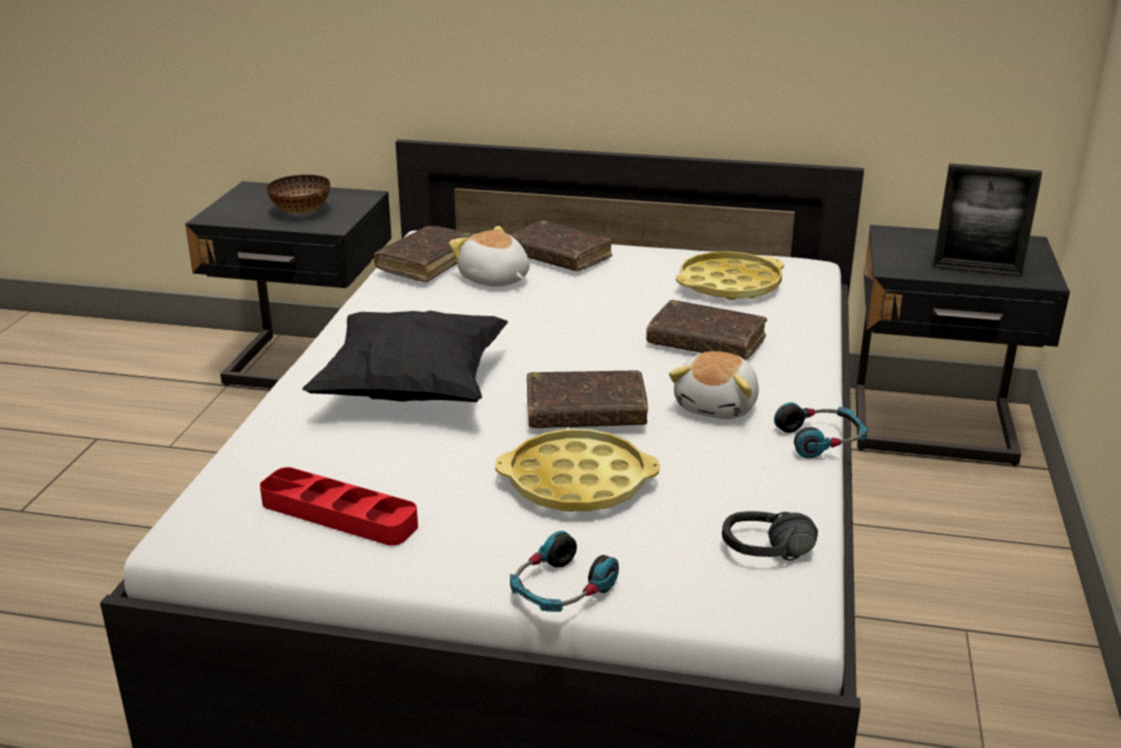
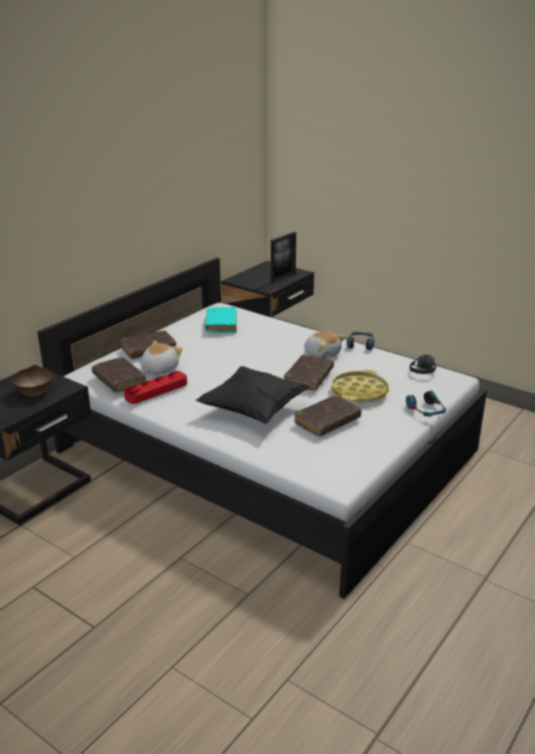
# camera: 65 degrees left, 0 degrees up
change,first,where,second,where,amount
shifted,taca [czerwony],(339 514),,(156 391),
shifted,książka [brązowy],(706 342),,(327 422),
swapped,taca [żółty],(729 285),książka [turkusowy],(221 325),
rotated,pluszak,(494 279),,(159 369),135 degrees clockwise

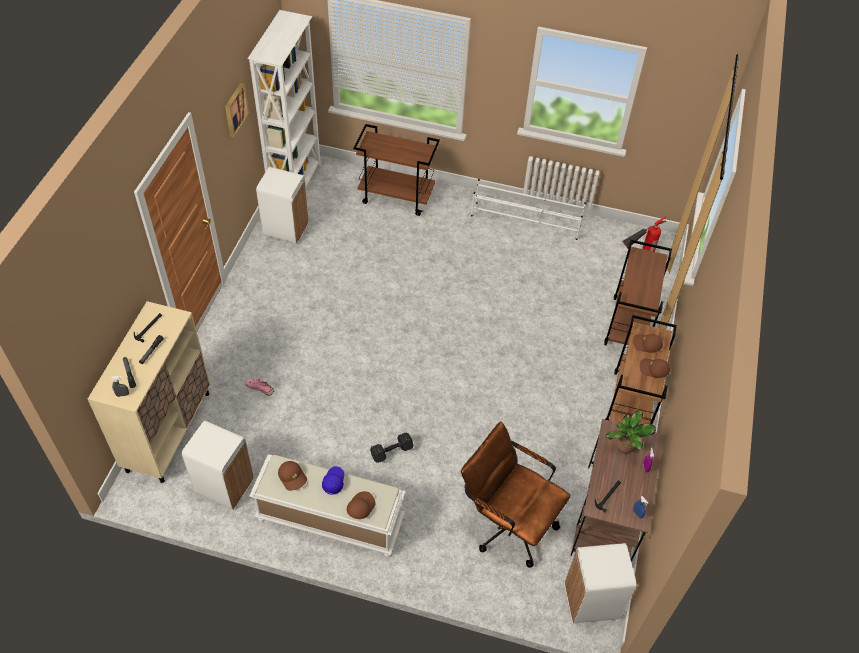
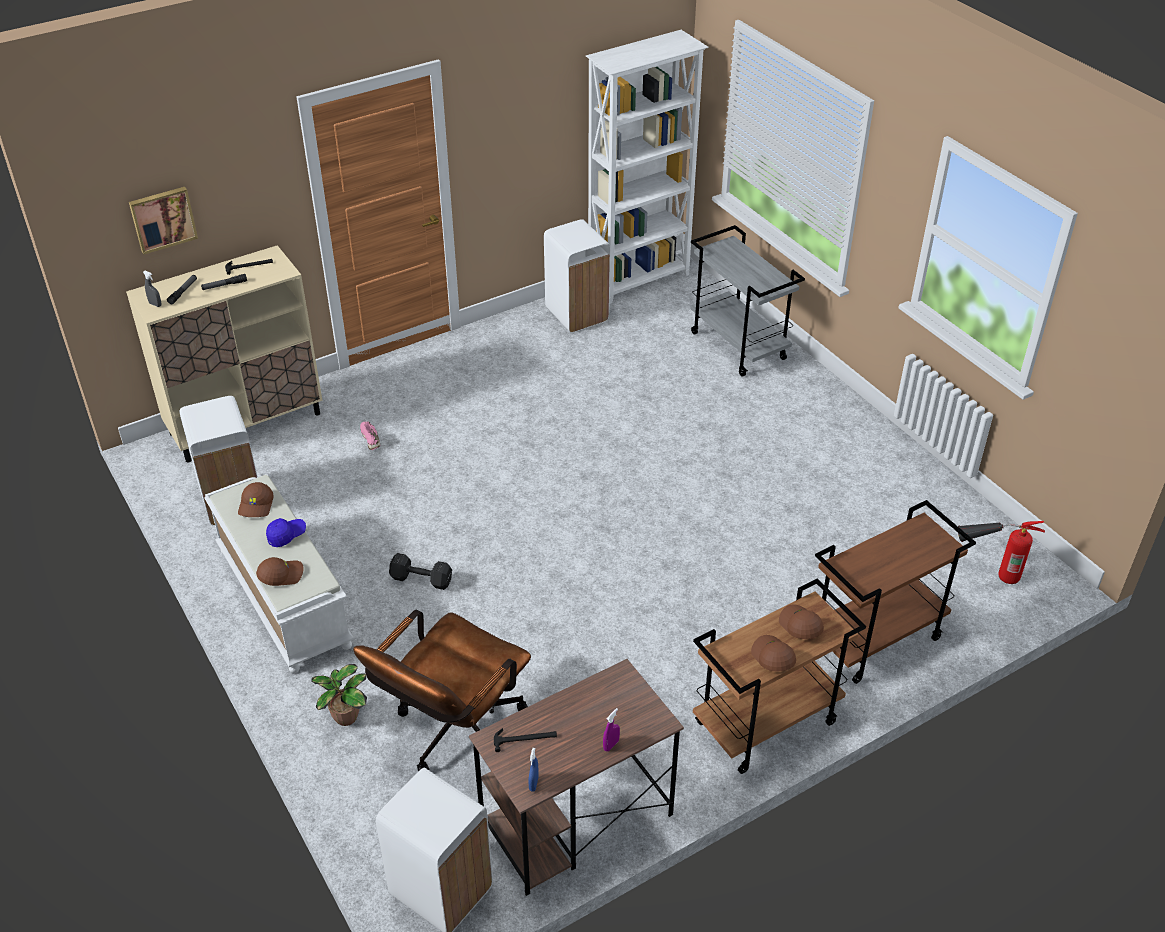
# camera: 45 degrees right, 10 degrees down
change,first,where,second,where,amount
gone,regał na buty [biały],(526 221),,,
shifted,obraz,(235 109),,(162 219),
shifted,roślina doniczkowa,(624 448),,(344 717),
repainted,wózek [brązowy],(397 197),wózek [szary],(739 346),
rotated,krzesło biurowe [brązowy],(507 522),,(453 736),135 degrees counterclockwise

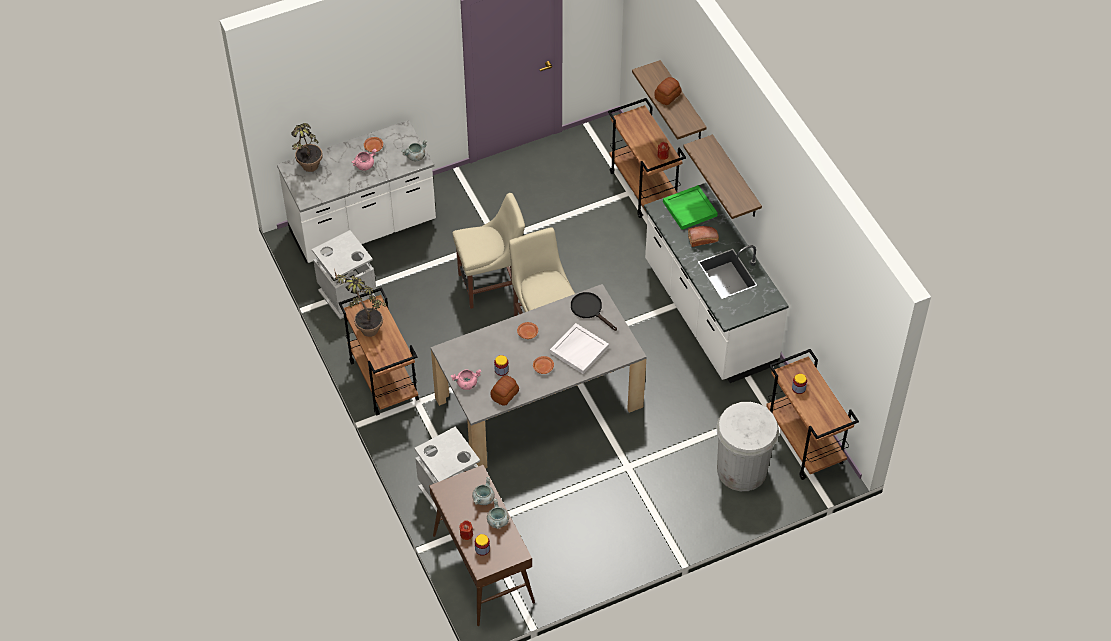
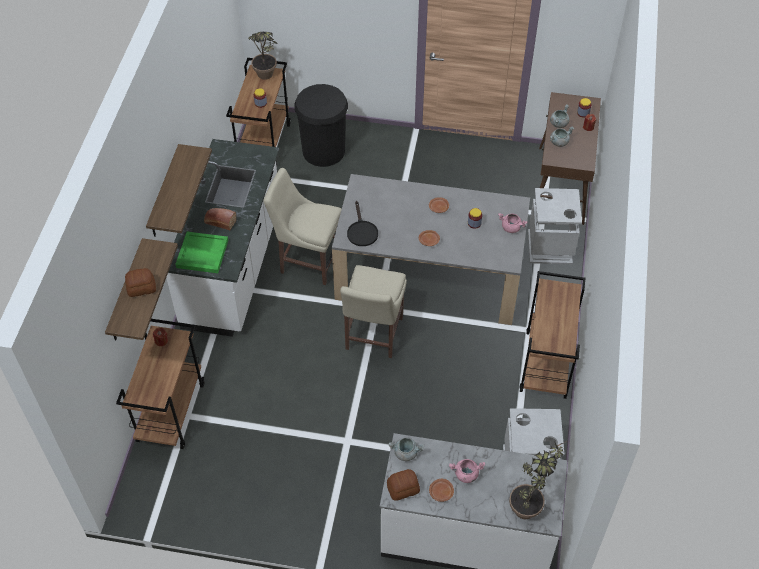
# camera: 145 degrees left, 0 degrees up
change,first,where,second,where,amount
gone,taca [biały],(579 349),,,
shifted,roślina doniczkowa,(364 326),,(266 78),
shifted,krzesło [beżowy],(491 285),,(307 261),
shifted,chleb,(505 394),,(402 488),
repainted,kosz na śmieci [biały],(742 470),kosz na śmieci [czarny],(323 151),

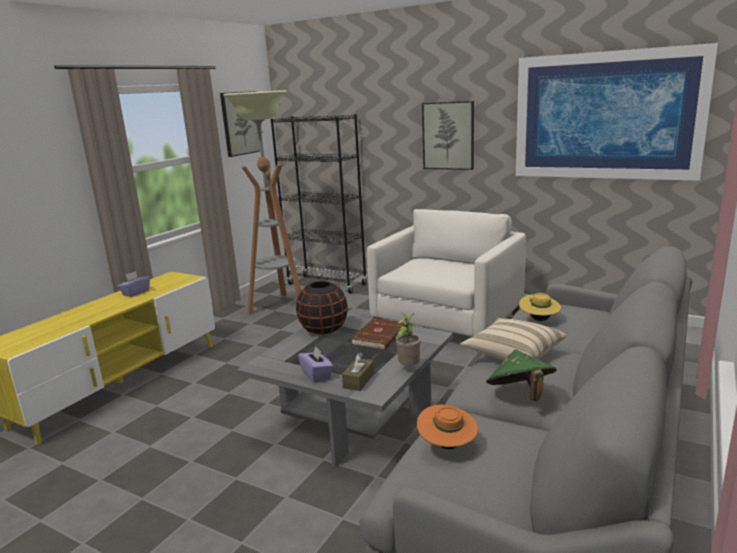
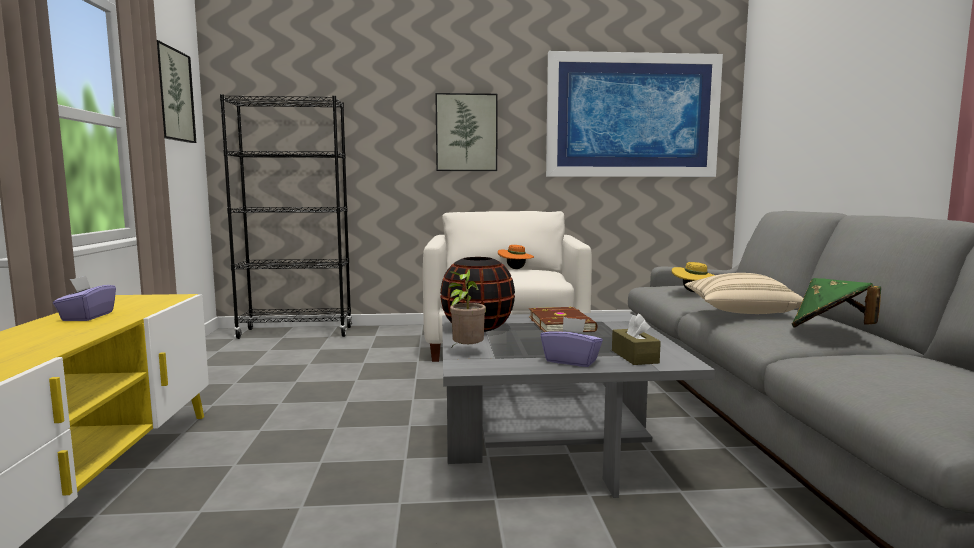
# camera: 35 degrees left, 10 degrees down
change,first,where,second,where,amount
gone,lampa stojąca,(279 306),,,
shifted,roślina doniczkowa,(409 368),,(466 352),
shifted,kapelusz [pomarańczowy],(447 446),,(515 269),

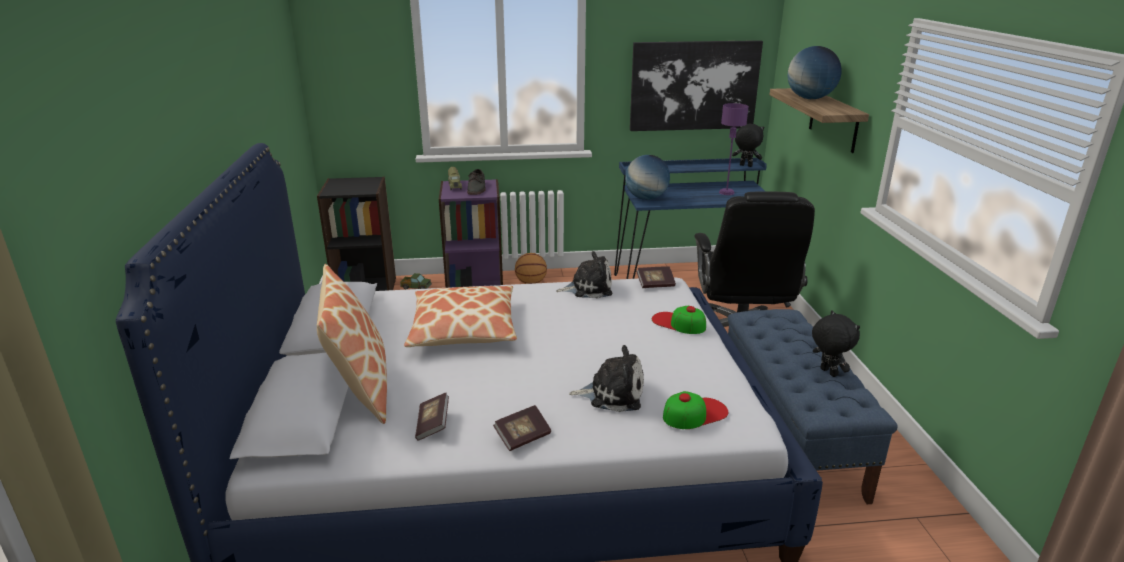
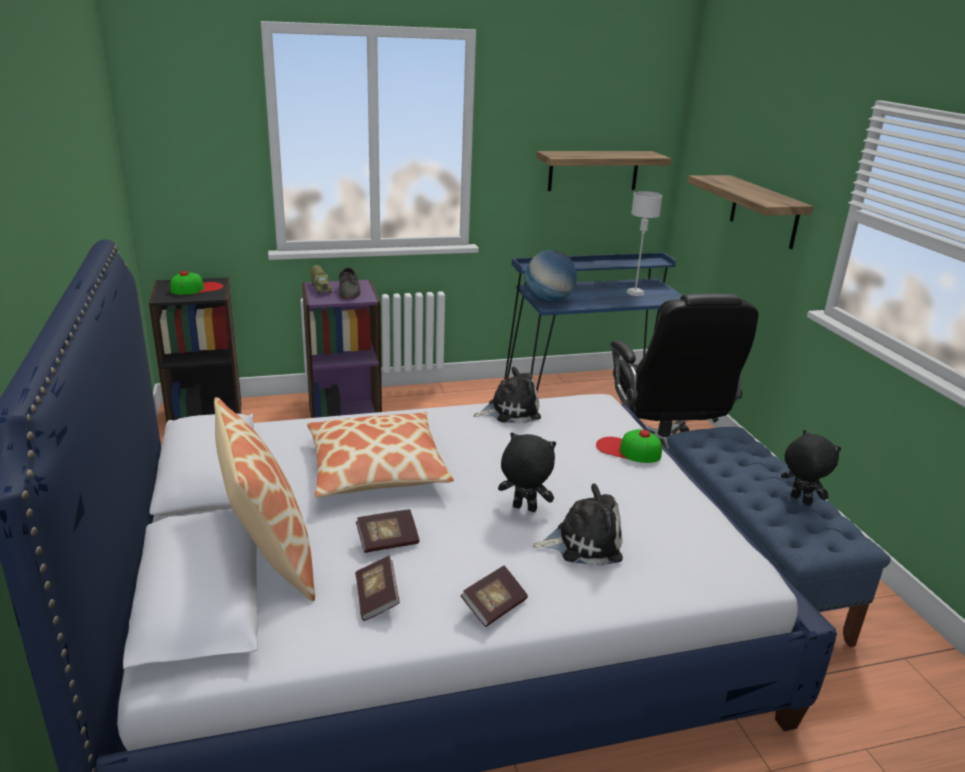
# camera: 10 degrees left, 0 degrees up
change,first,where,second,where,amount
gone,ciężarówka zabawkowa,(416 287),,,
gone,piłka do koszykówki,(531 283),,,
gone,globus,(810 98),,,
shifted,książka,(655 284),,(387 541),
shifted,czapka z daszkiem,(695 413),,(197 288),
shifted,pluszak [czarny],(745 166),,(523 509),
swapped,obraz,(694 85),półka,(593 170),
repainted,lampa stołowa [fioletowy],(727 192),lampa stołowa [szary],(635 293),

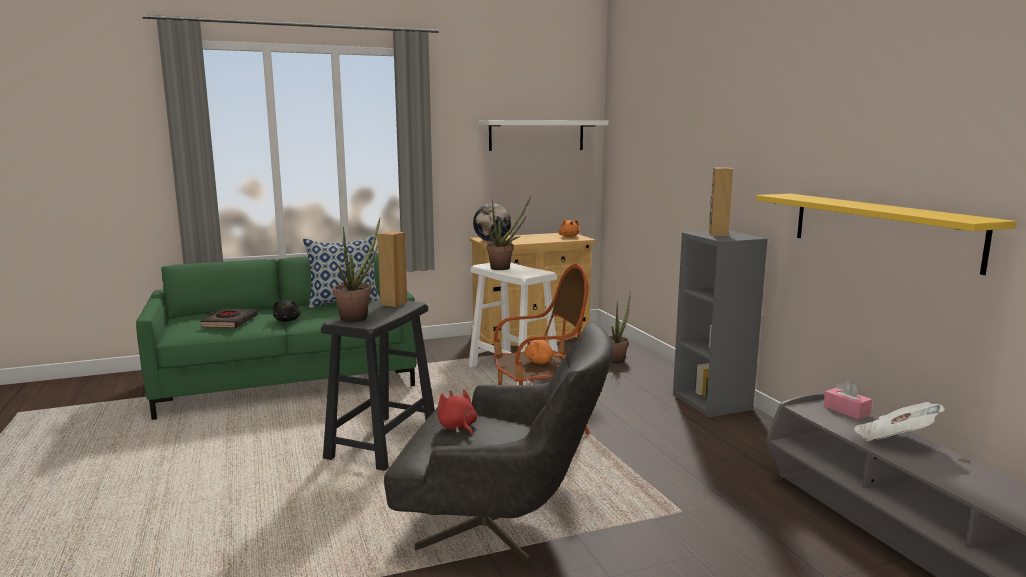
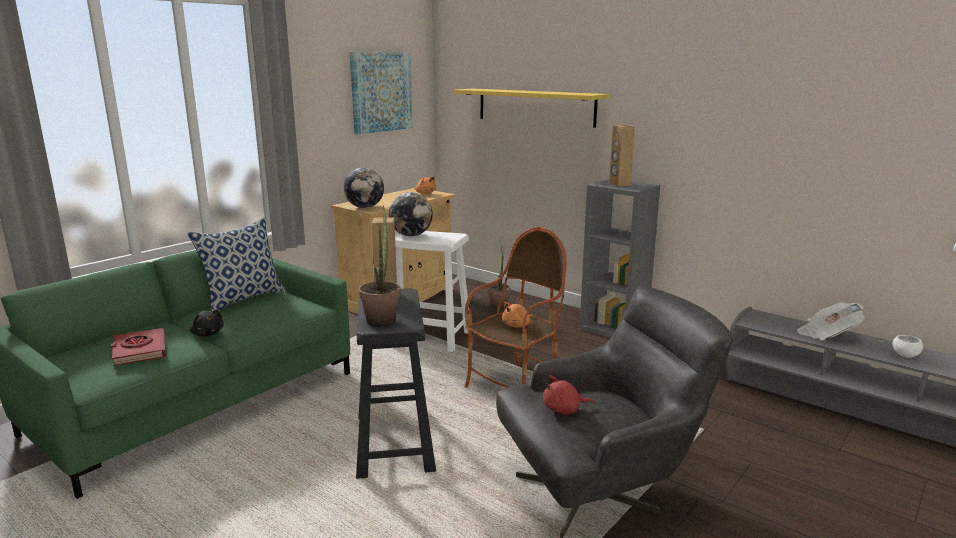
# camera: 30 degrees left, 5 degrees up
change,first,where,second,where,amount
gone,pudełko chusteczek [różowy],(846 410),,,
new,,,miska [biały],(905 355),
shifted,półka [żółty],(881 229),,(535 107),
swapped,półka [biały],(536 135),obraz,(381 92),
swapped,roślina doniczkowa,(504 268),globus,(411 235),
repainted,książka [czarny],(229 322),książka [czerwony],(139 351),
rotated,pluszak [czerwony],(457 427),,(564 410),45 degrees counterclockwise

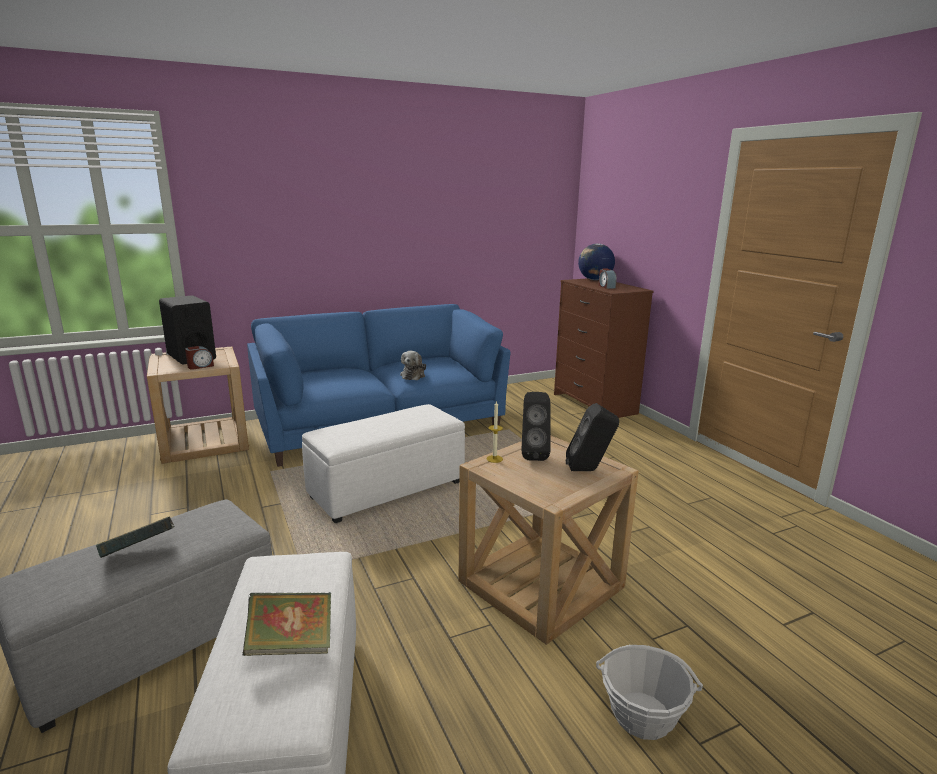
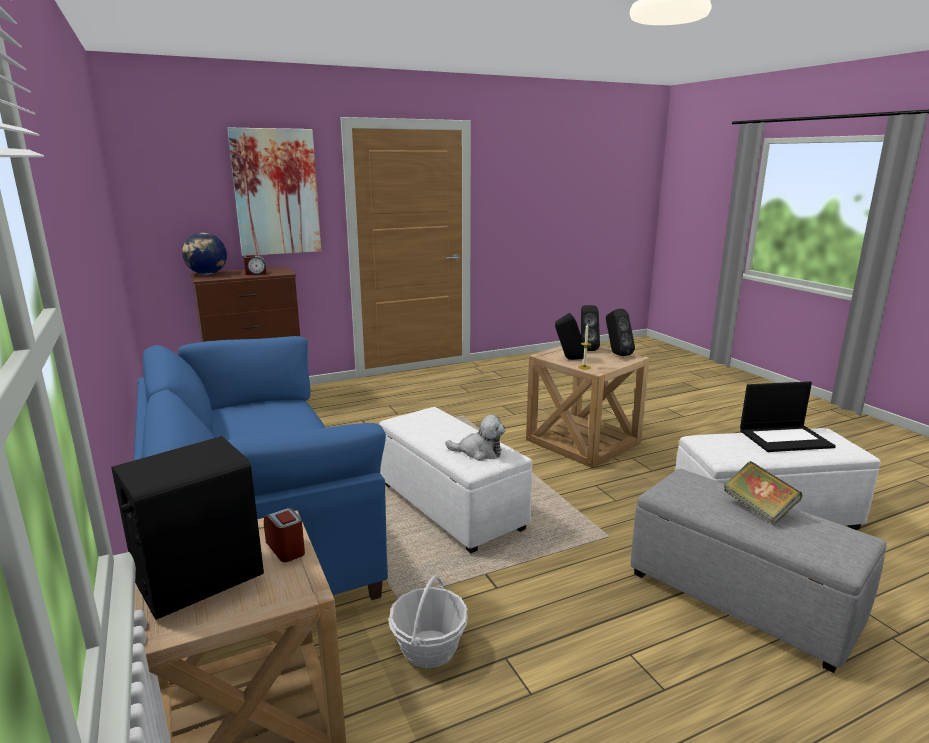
# camera: 90 degrees left, 0 degrees up
change,first,where,second,where,amount
new,,,obraz,(276 192),
new,,,głośnik [czarny],(616 354),
shifted,pluszak,(413 375),,(479 452),
shifted,koszyk,(642 715),,(429 649),
swapped,książka,(291 645),laptop,(785 438),

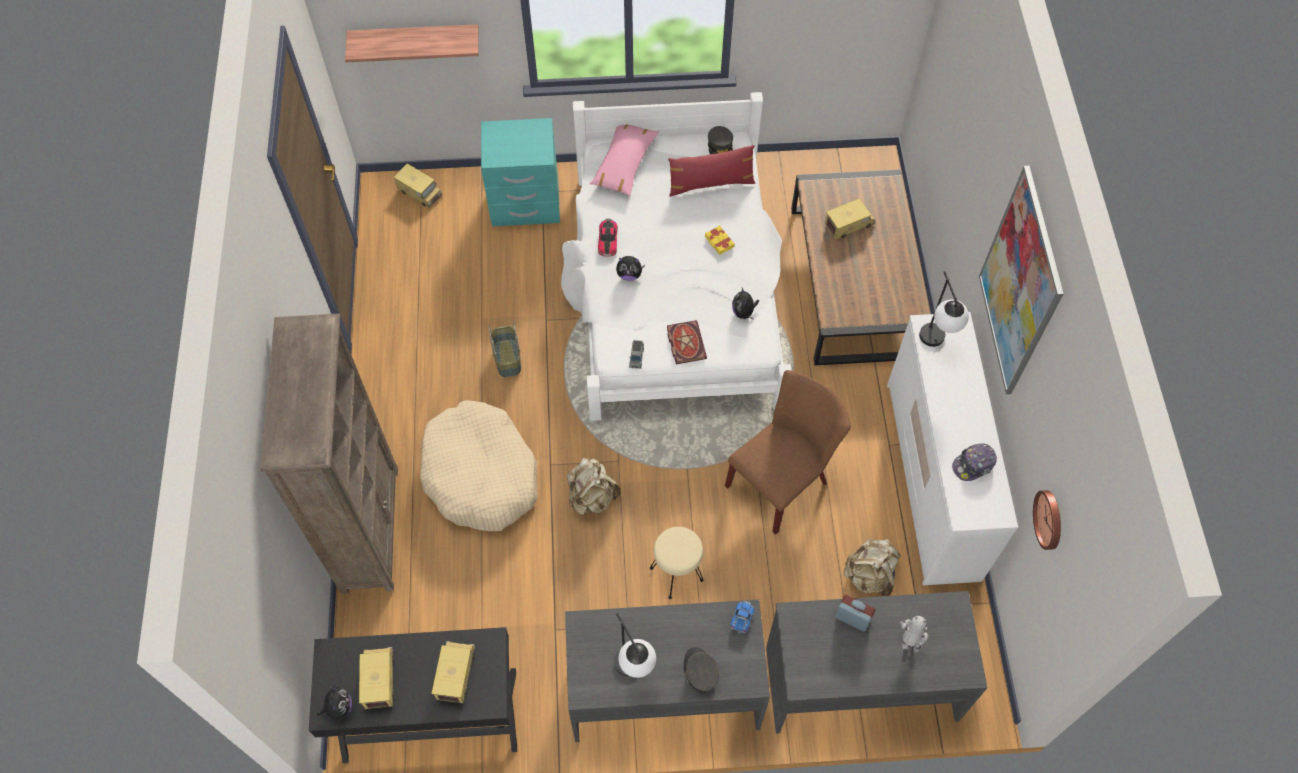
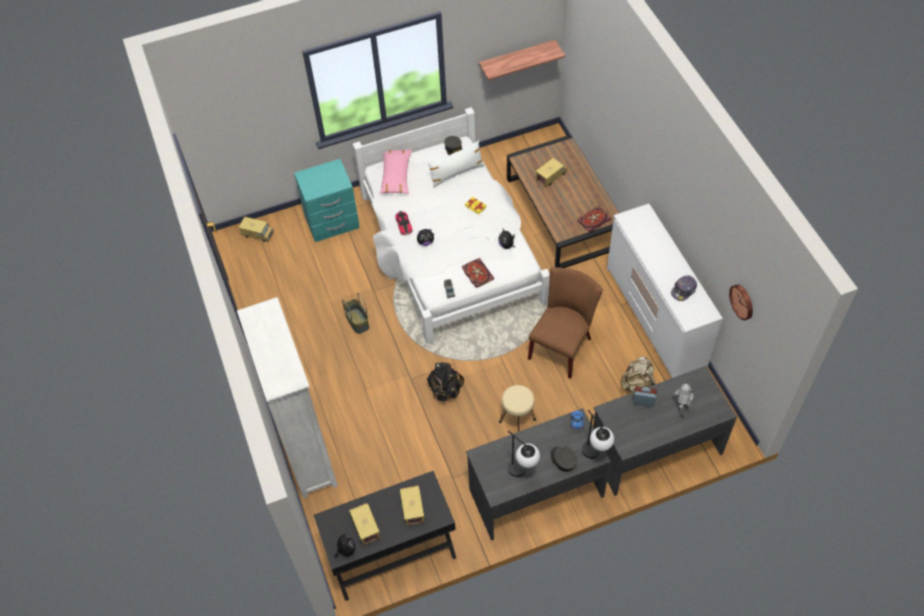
# camera: 15 degrees left, 5 degrees down
change,first,where,second,where,amount
gone,legowisko [beżowy],(481 475),,,
gone,obraz,(1019 284),,,
new,,,książka,(594 219),
shifted,półka,(415 40),,(517 59),
shifted,lampa stołowa,(935 344),,(595 456),
repainted,regał [brązowy],(370 528),regał [biały],(307 452),
repainted,plecak [beżowy],(591 497),plecak [czarny],(445 390),
repainted,poduszka [czerwony],(710 184),poduszka [biały],(456 173),

